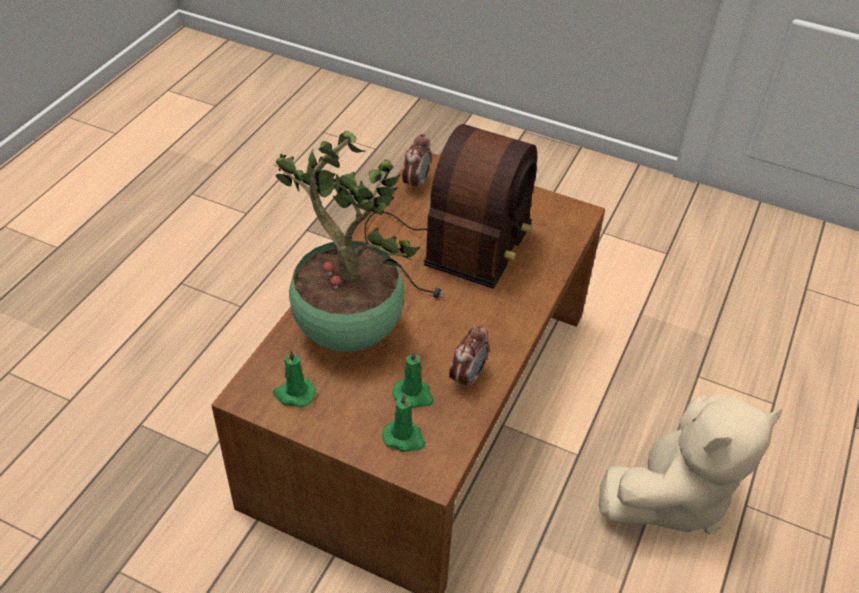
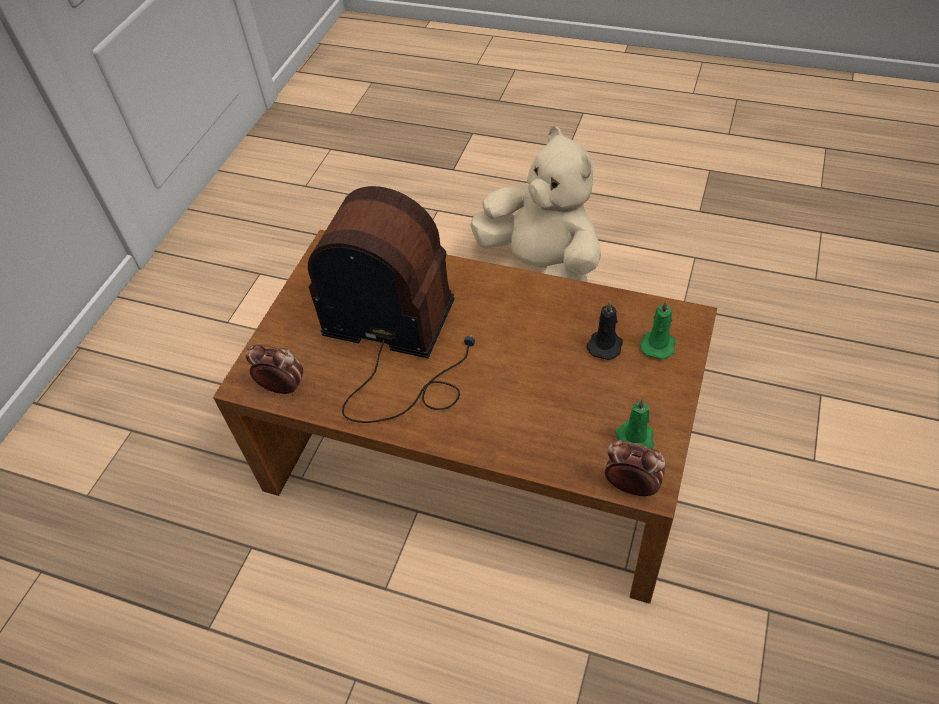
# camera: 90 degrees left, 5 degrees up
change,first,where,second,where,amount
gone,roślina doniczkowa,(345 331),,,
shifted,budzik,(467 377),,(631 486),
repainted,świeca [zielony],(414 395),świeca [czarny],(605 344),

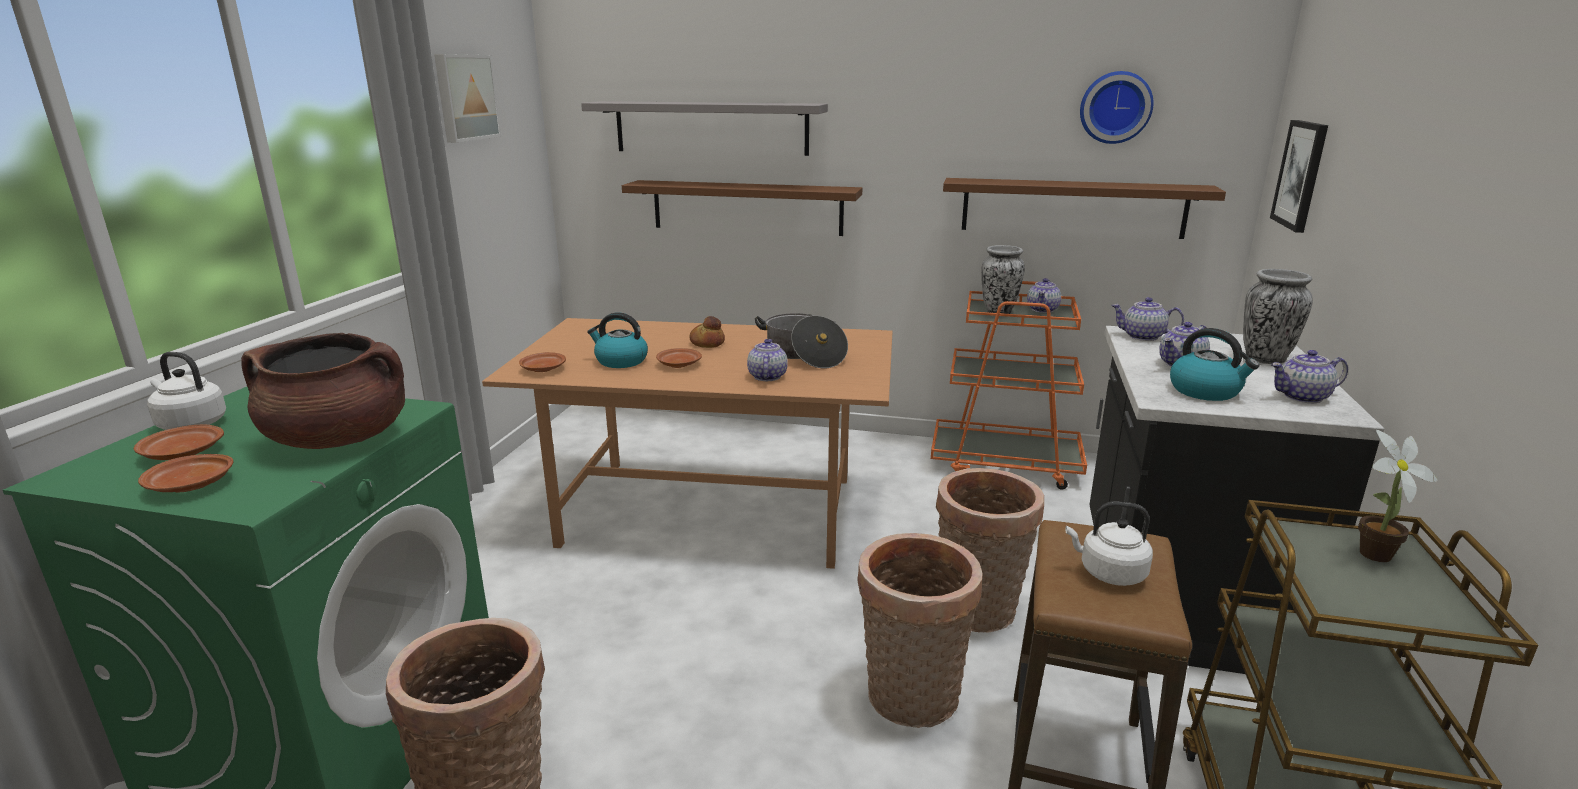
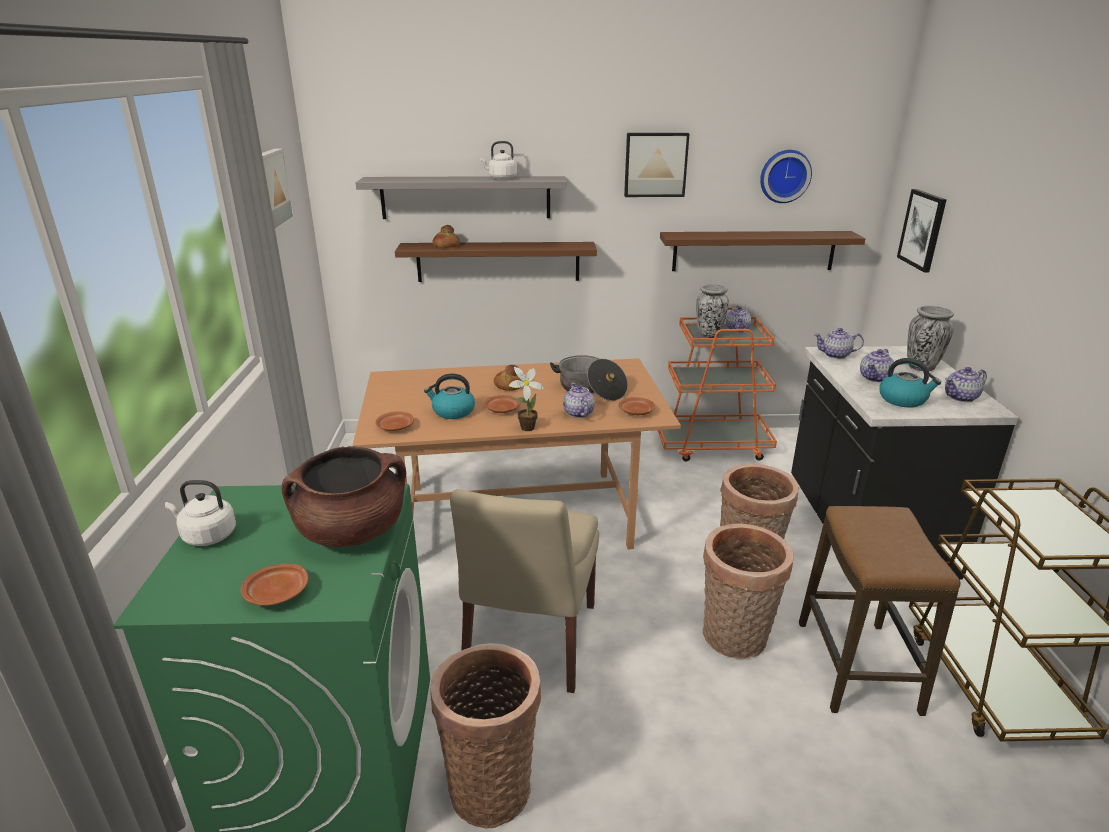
# camera: 15 degrees left, 5 degrees up
change,first,where,second,where,amount
new,,,chleb,(446 246),
new,,,krzesło [beżowy],(529 642),
new,,,obraz,(655 164),
shifted,talerz [brązowy],(182 454),,(635 412),
shifted,czajnik [biały],(1108 573),,(501 178),
shifted,roślina doniczkowa,(1370 555),,(525 428),

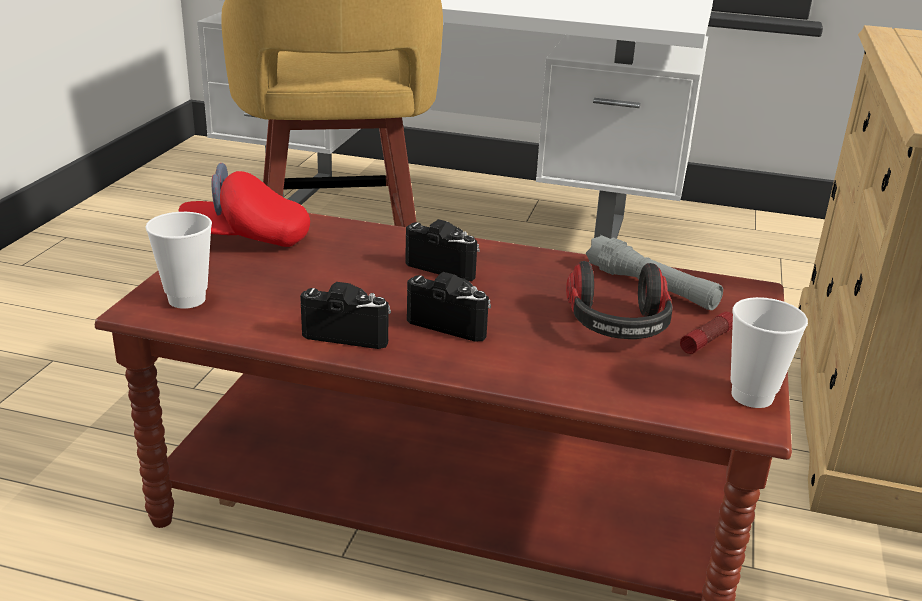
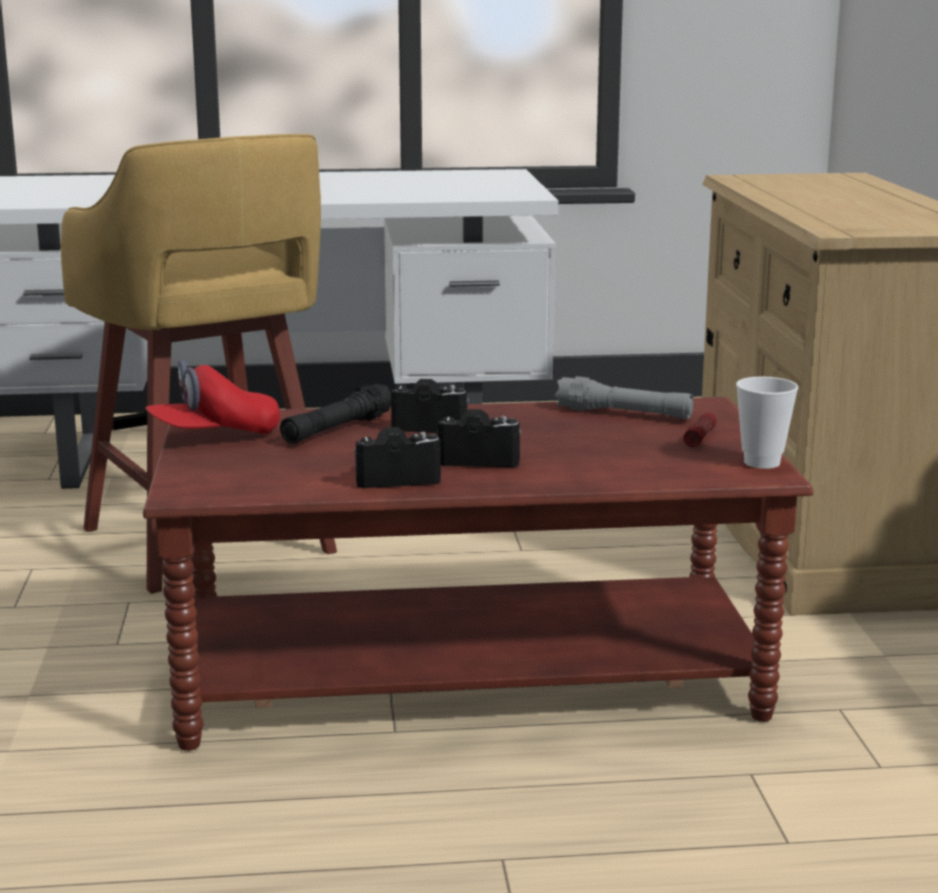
# camera: 20 degrees left, 10 degrees down
change,first,where,second,where,amount
gone,filiżanka,(187 299),,,
gone,słuchawki,(617 327),,,
new,,,latarka [czarny],(337 429),

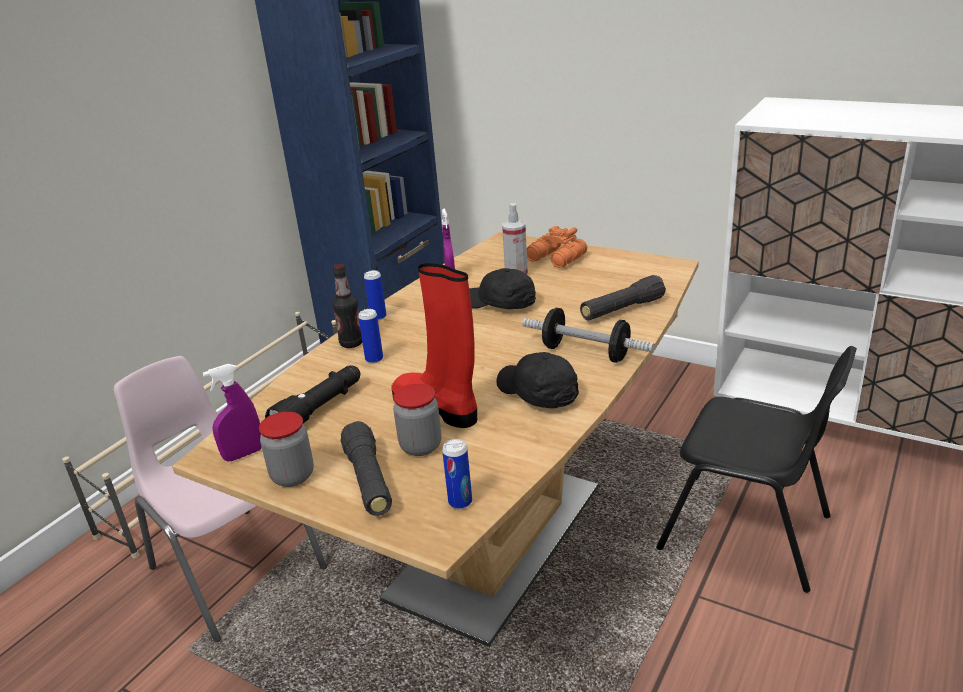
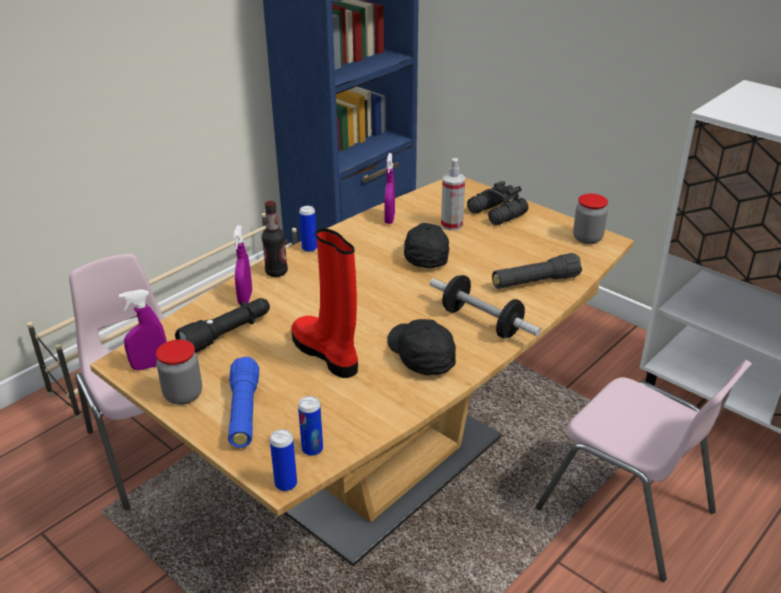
# camera: 10 degrees right, 5 degrees up
change,first,where,second,where,amount
new,,,spryskiwacz [fioletowy],(245 298),
shifted,puszka,(374 359),,(286 484),
shifted,słoik,(421 446),,(587 238),
repainted,latarka [czarny],(369 481),latarka [niebieski],(244 412),
repainted,lornetka [pomarańczowy],(556 259),lornetka [czarny],(496 214),
repainted,krzesło [czarny],(747 533),krzesło [różowy],(627 511),
rotated,czapka z daszkiem [czarny],(500 304),,(424 255),45 degrees clockwise

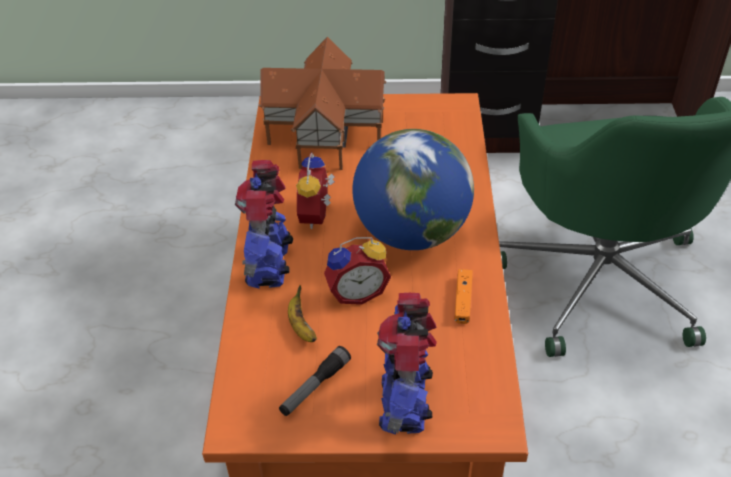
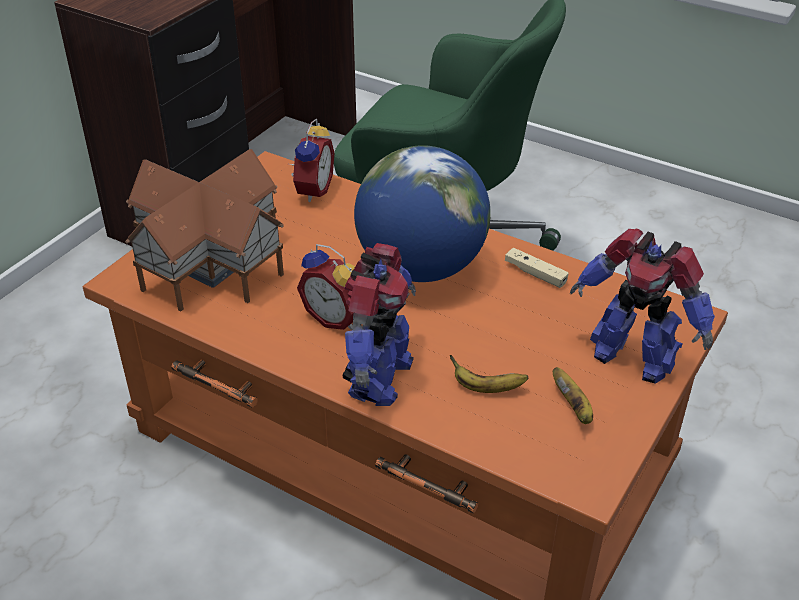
# camera: 60 degrees left, 5 degrees down
change,first,where,second,where,amount
shifted,budzik,(356 292),,(311 190),
swapped,latarka,(315 386),banan,(573 408),
repainted,pad do gier [pomarańczowy],(463 300),pad do gier [beżowy],(535 274),
rotated,robot zabawkowy,(270 265),,(378 378),105 degrees counterclockwise

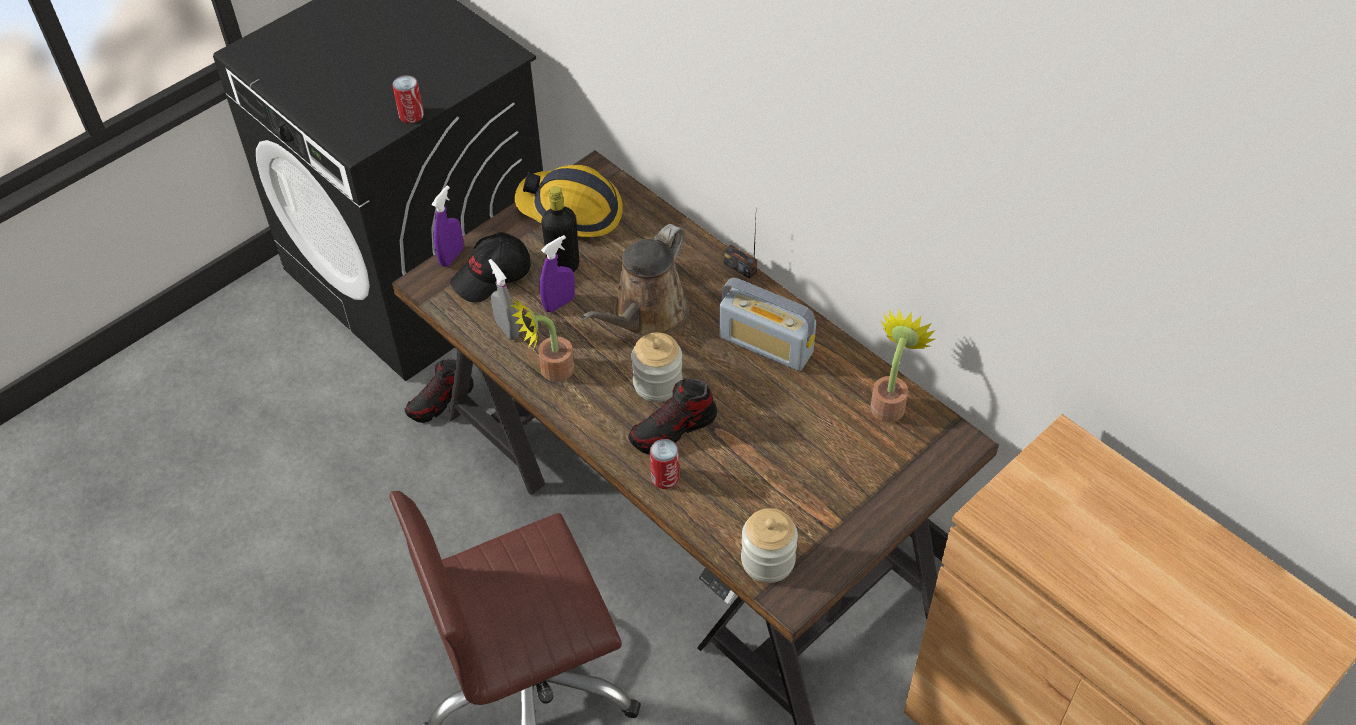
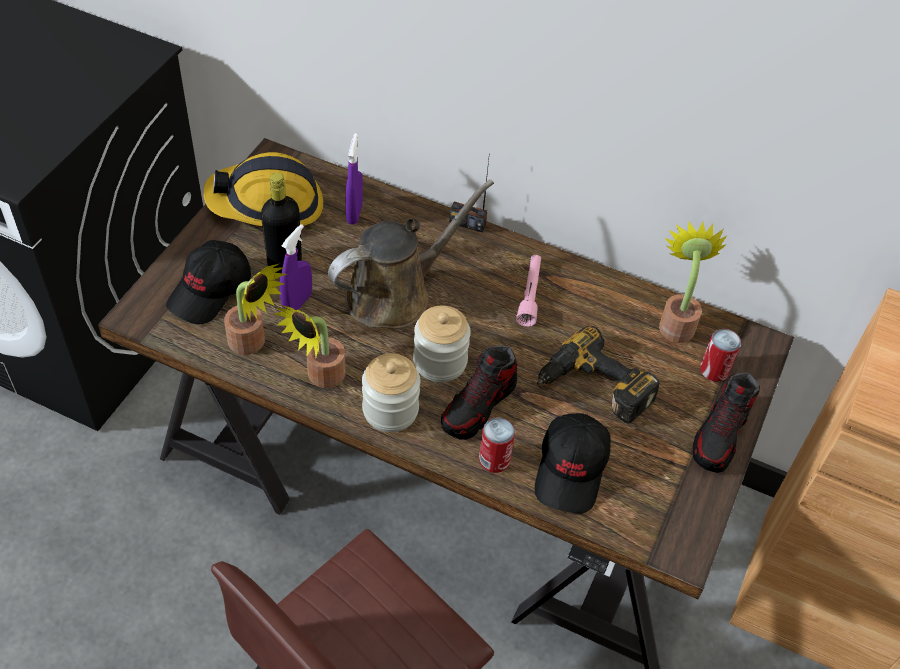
# camera: 25 degrees left, 0 degrees up
change,first,where,second,where,amount
new,,,czapka z daszkiem [czarny],(571 470),
new,,,wiertarka,(592 389),
shifted,puszka,(411 115),,(714 370),
shifted,but,(440 401),,(720 435),
shifted,spryskiwacz [fioletowy],(451 256),,(354 213),
shifted,słoik,(768 560),,(390 410),
swapped,spryskiwacz [szary],(507 329),roślina doniczkowa,(252 344),
swapped,radio,(766 345),latarka [różowy],(530 294),
rotated,konewka [brązowy],(646 316),,(395 294),135 degrees counterclockwise

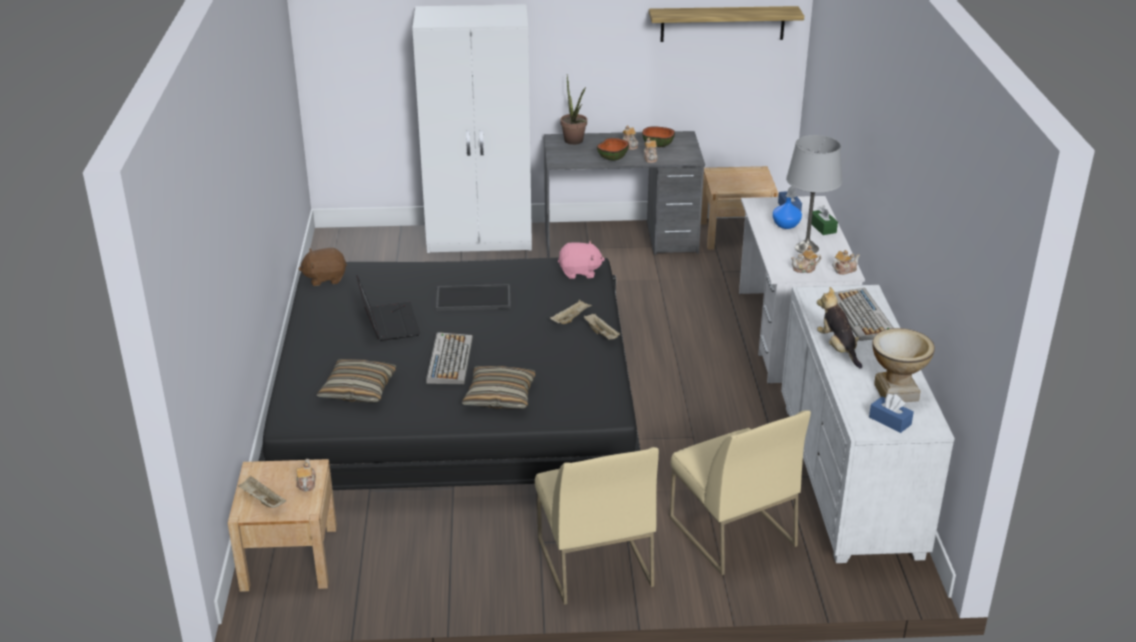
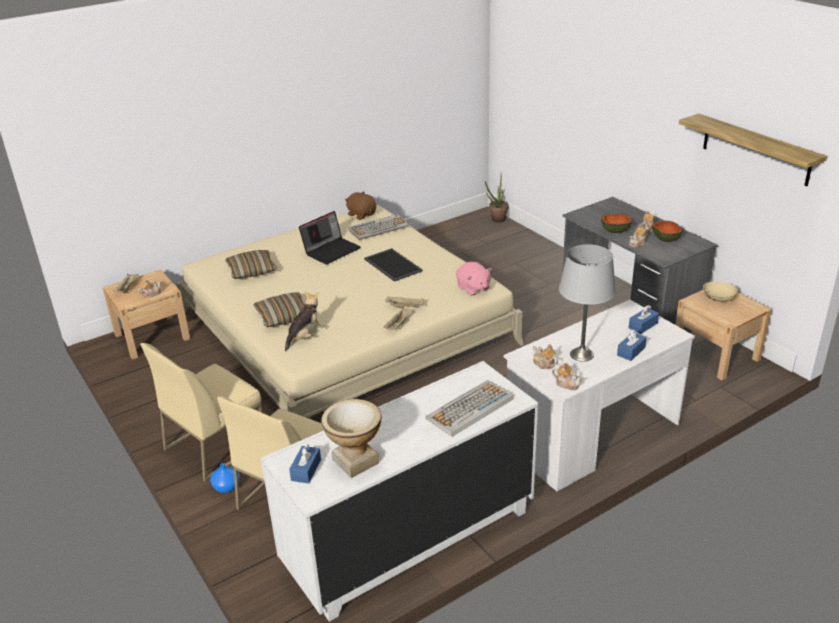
# camera: 60 degrees right, 0 degrees up
change,first,where,second,where,amount
gone,szafa [biały],(480 239),,,
new,,,miska [beżowy],(718 299),
shifted,klawiatura,(449 359),,(379 228),
shifted,roślina doniczkowa,(575 142),,(496 220),
shifted,wazon [niebieski],(786 225),,(226 487),
shifted,pluszak,(838 348),,(305 337),
repainted,łóżko [czarny],(457 404),łóżko [beżowy],(345 328),
repainted,pudełko chusteczek [zielony],(822 227),pudełko chusteczek [niebieski],(631 351),

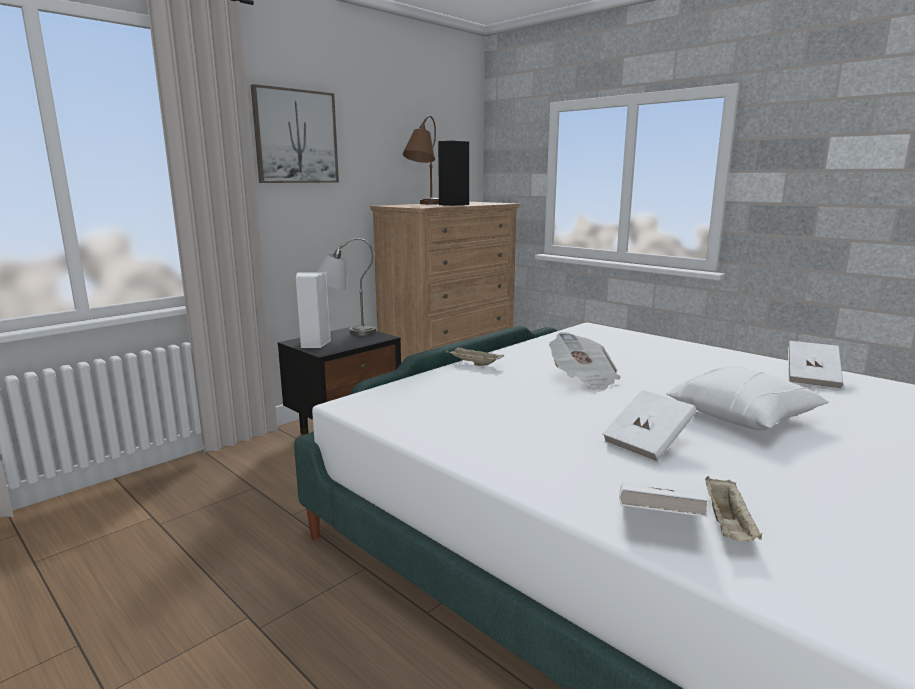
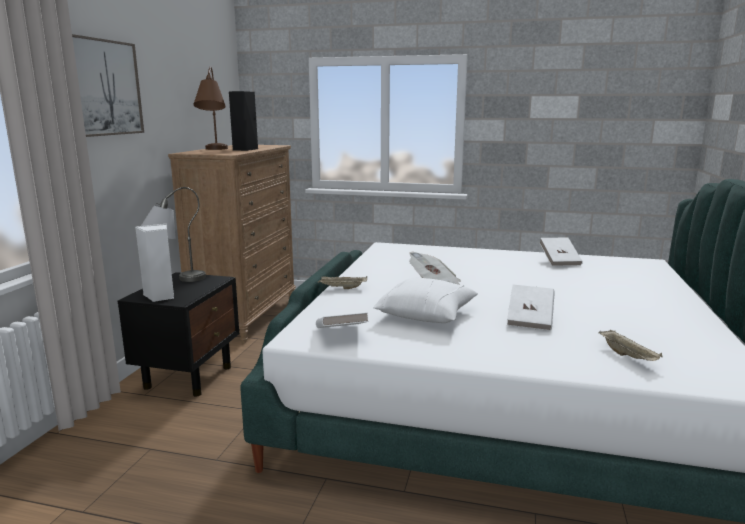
# camera: 30 degrees left, 0 degrees up
change,first,where,second,where,amount
shifted,książka [biały],(657 521),,(341 335),
shifted,poduszka [biały],(743 417),,(427 315),

